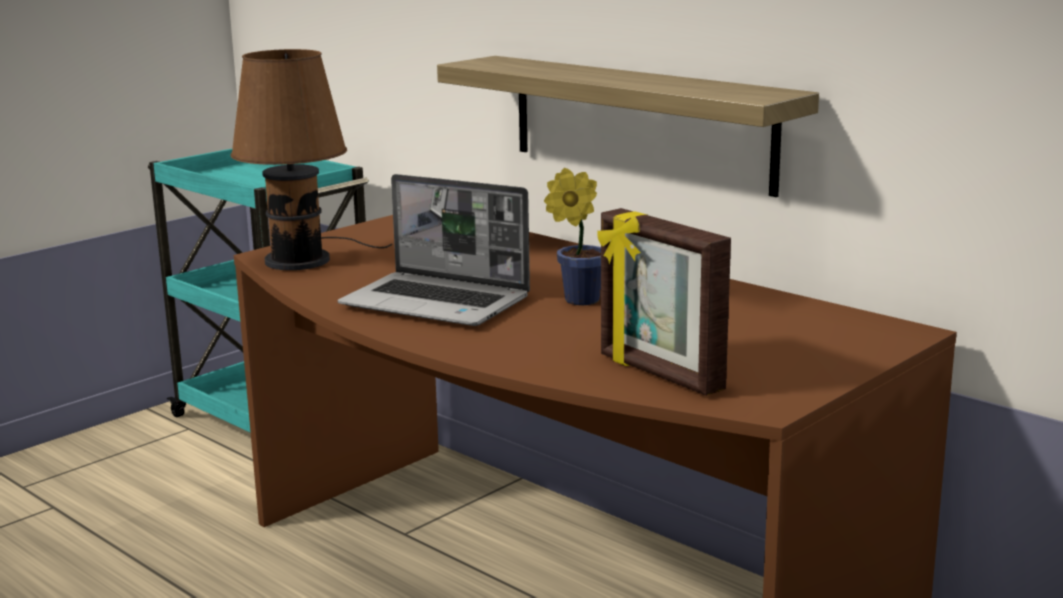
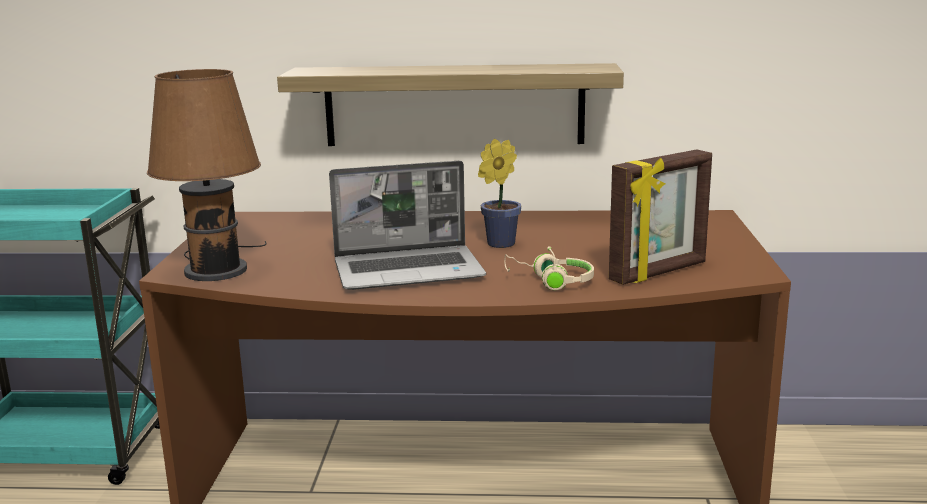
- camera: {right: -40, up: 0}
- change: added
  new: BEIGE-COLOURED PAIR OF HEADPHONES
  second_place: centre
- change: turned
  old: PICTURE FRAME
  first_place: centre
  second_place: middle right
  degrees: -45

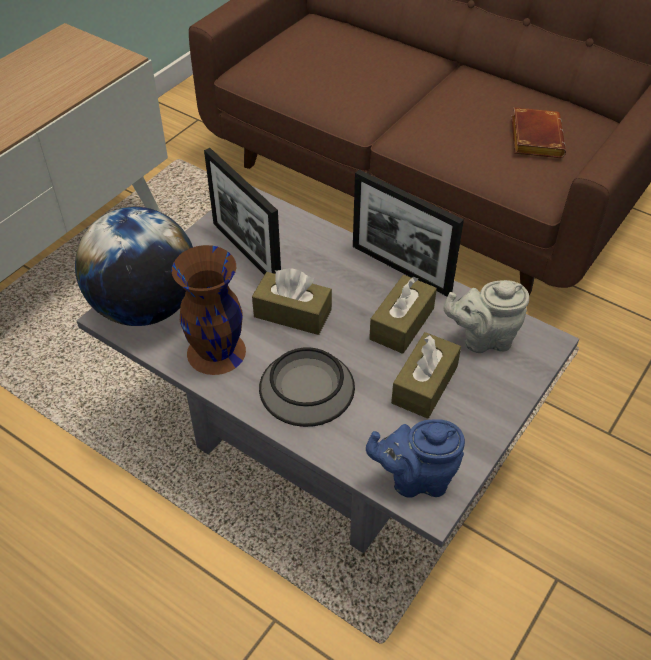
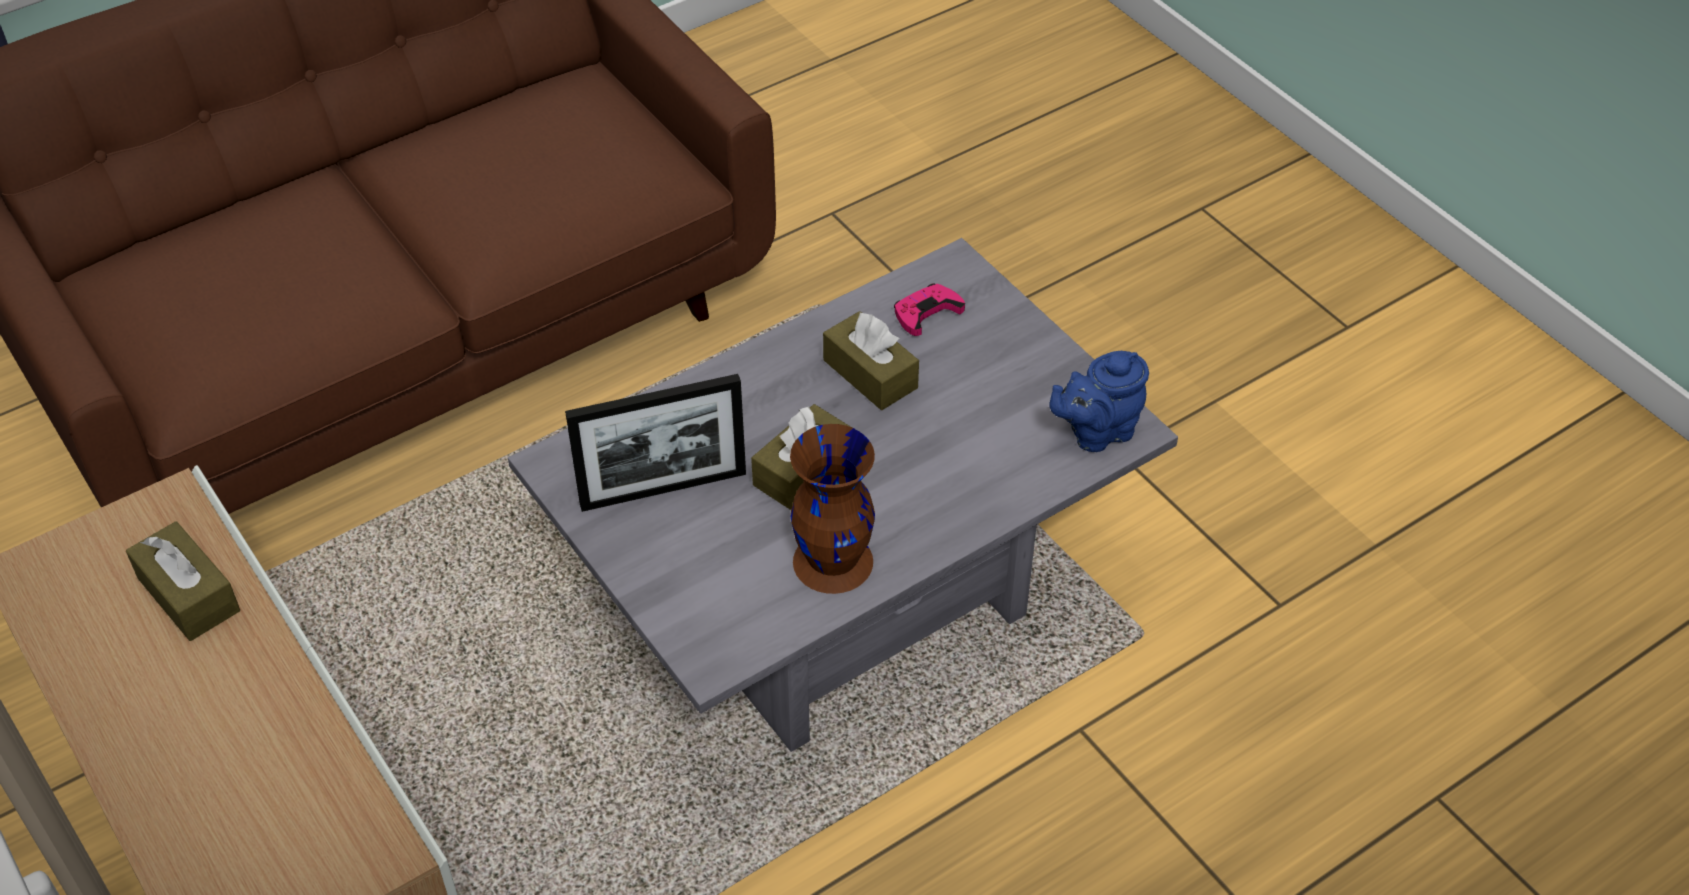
- camera: {right: -70, up: 0}
- change: moved
  old: BROWN BOX OF TISSUES (3rd from left in the first image)
  new: BROWN BOX OF TISSUES (1st from left)
  first_place: centre
  second_place: middle left
- change: replaced
  old: GREYISH TEA POT
  new: PINK JOYPAD
  first_place: middle right
  second_place: centre
- change: turned
  old: BLUE-COLOURED TEA POT
  first_place: bottom centre
  second_place: centre
  degrees: 45
- change: removed
  old: WORLD GLOBE
  first_place: middle left
- change: removed
  old: DEEP DISH
  first_place: centre
- change: removed
  old: PICTURE FRAME (2nd from left)
  first_place: centre
- change: removed
  old: BROWN BOUND BOOK
  first_place: top right

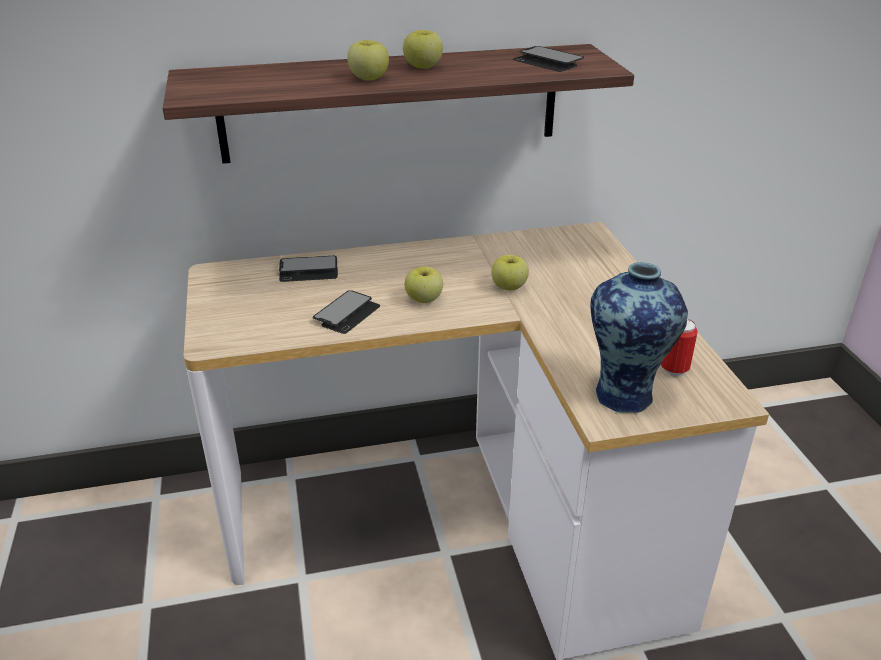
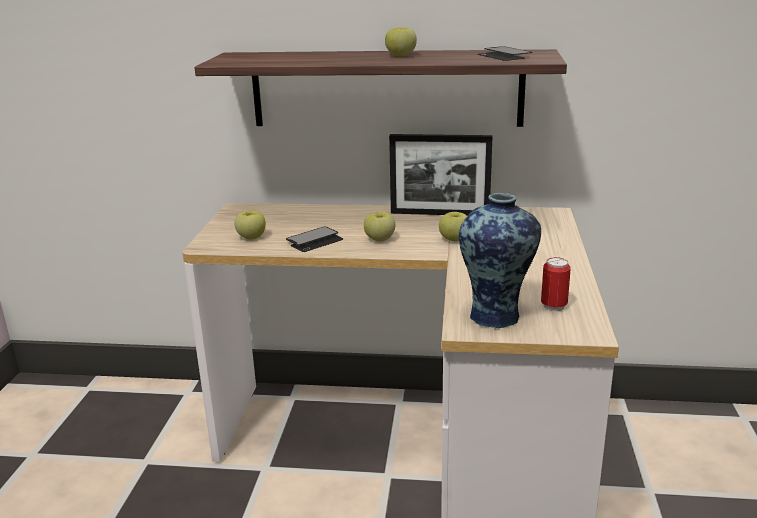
- camera: {right: 20, up: -10}
- change: moved
  old: WHOLE APPLE (1st from left)
  first_place: top centre
  second_place: middle left
- change: added
  new: PICTURE FRAME
  second_place: centre
- change: removed
  old: HANDSET (1st from left)
  first_place: centre

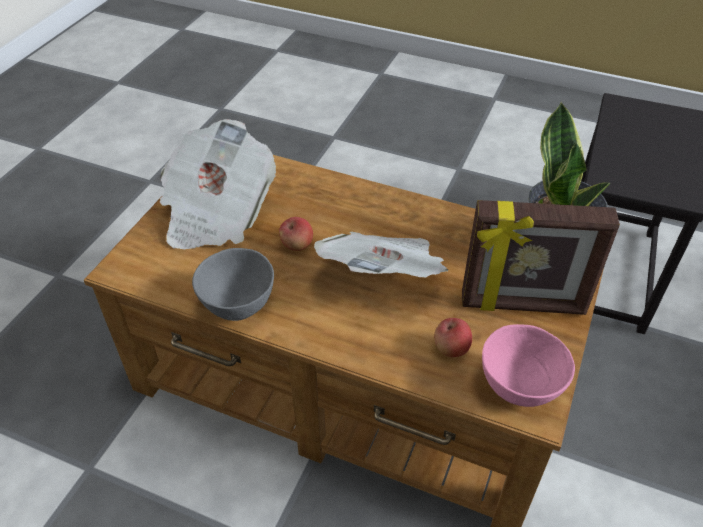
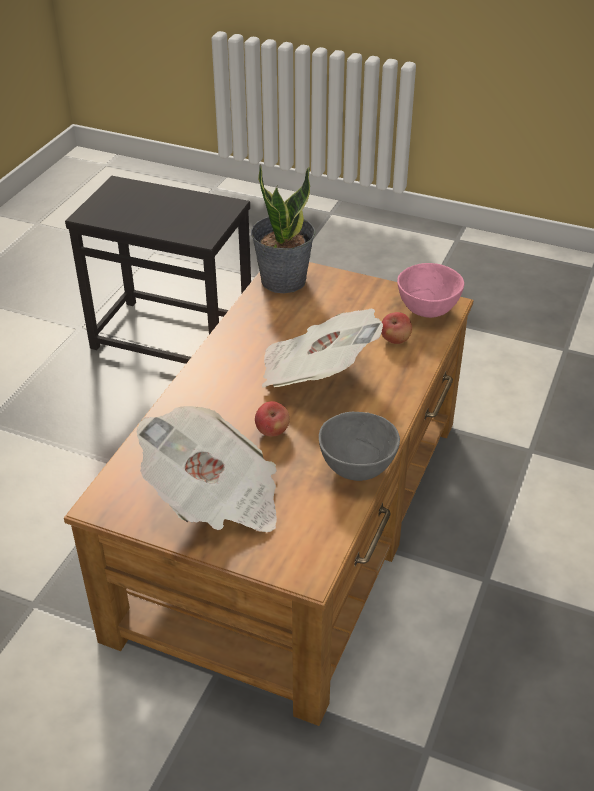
- camera: {right: -90, up: -5}
- change: removed
  old: PICTURE FRAME
  first_place: middle right

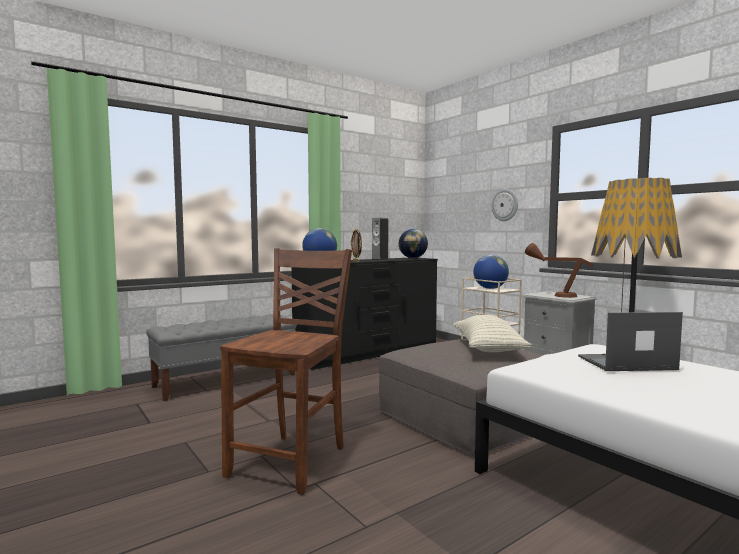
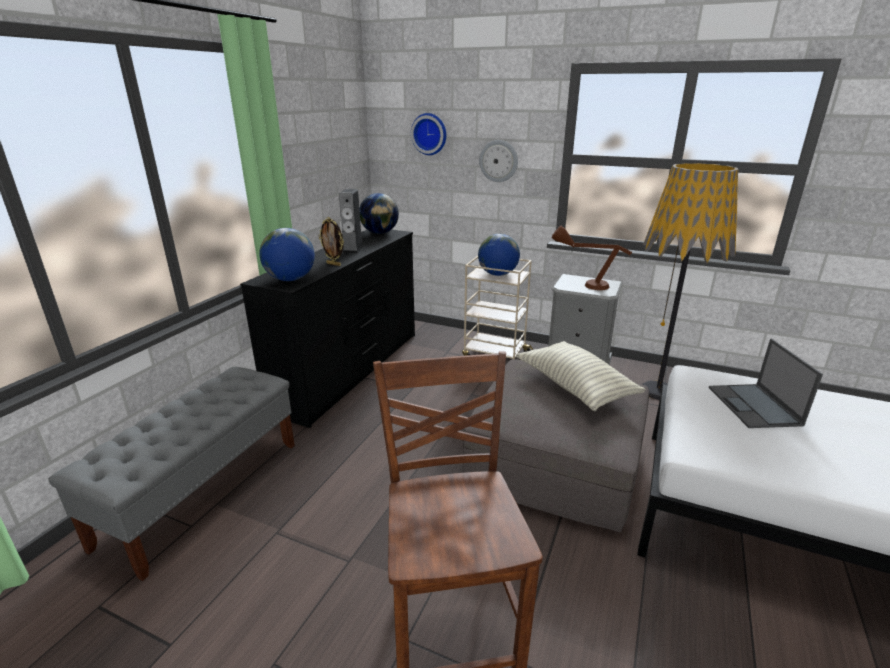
- camera: {right: -30, up: 20}
- change: added
  new: WALL CLOCK (1st from left)
  second_place: top centre
- change: turned
  old: NOTEBOOK COMPUTER
  first_place: middle right
  second_place: middle right
  degrees: -60

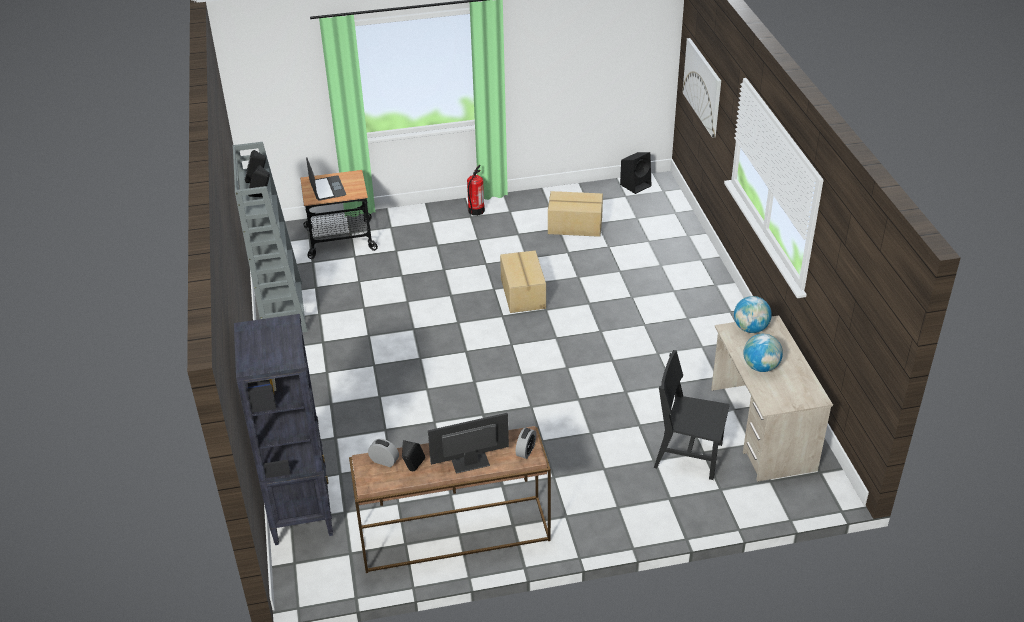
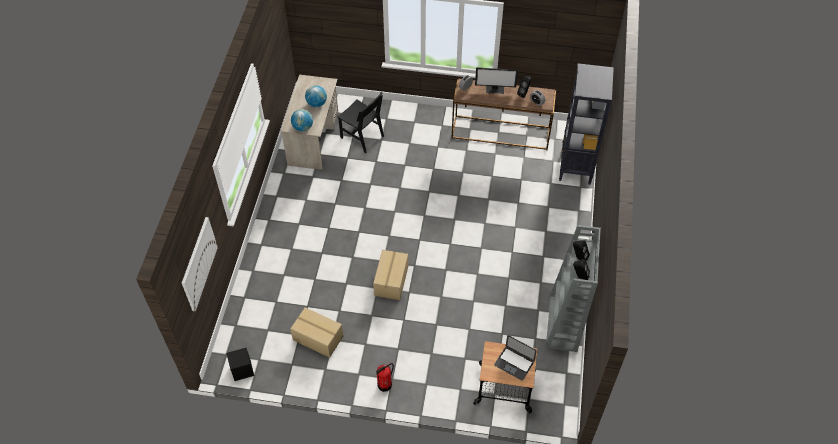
- camera: {right: -160, up: 15}
- change: turned
  old: NOTEBOOK COMPUTER
  first_place: top left
  second_place: bottom centre
  degrees: -60

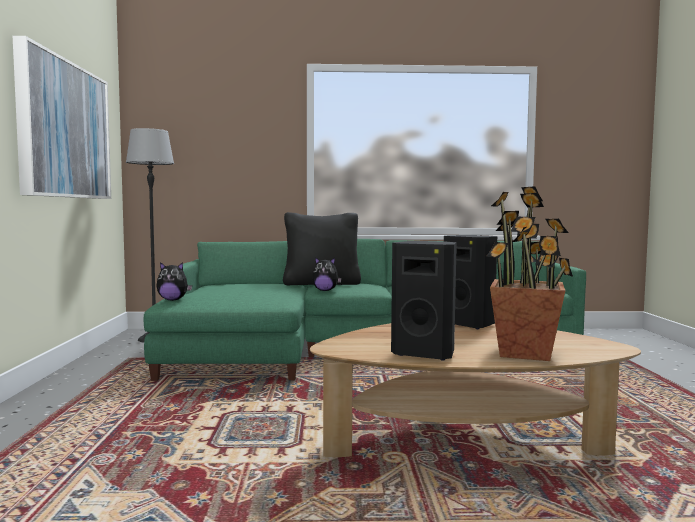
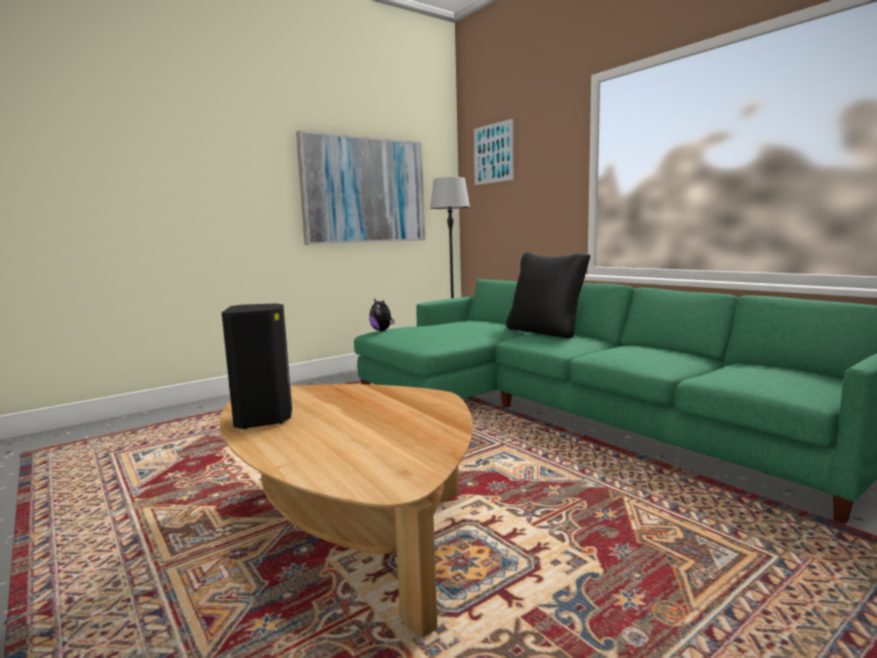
- camera: {right: 55, up: 5}
- change: added
  new: WALL PICTURE (2nd from left)
  second_place: top centre
- change: removed
  old: SOFT TOY (2nd from left)
  first_place: centre
- change: removed
  old: BLACK-COLOURED SPEAKER (2nd from left)
  first_place: middle right
- change: removed
  old: PLANT IN A POT
  first_place: middle right

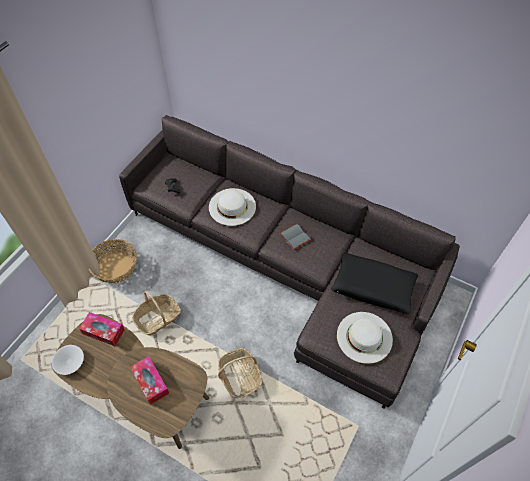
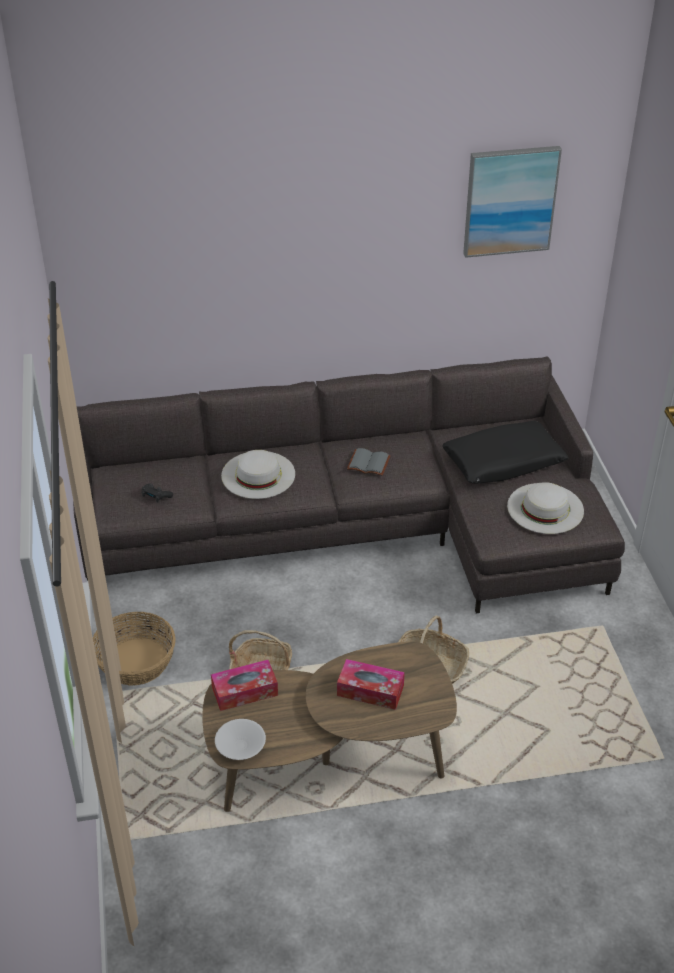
- camera: {right: -40, up: -15}
- change: added
  new: WALL PICTURE
  second_place: top right

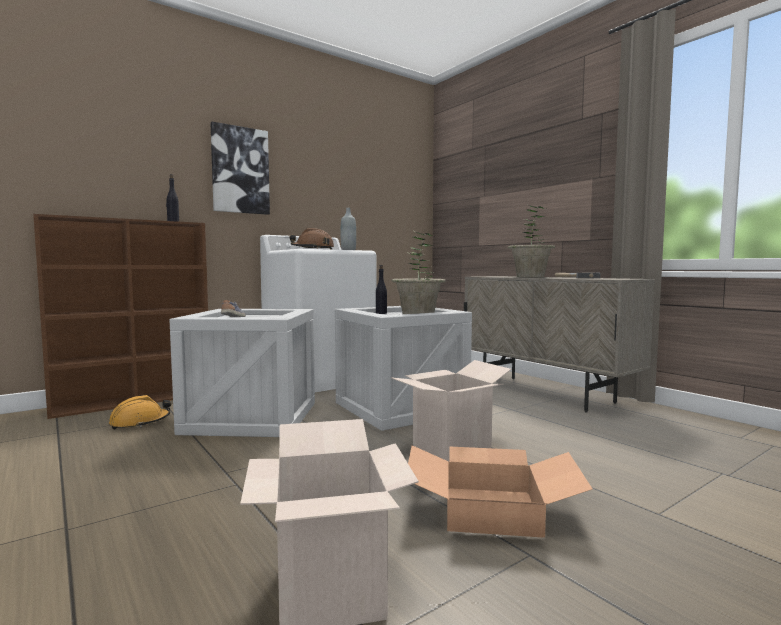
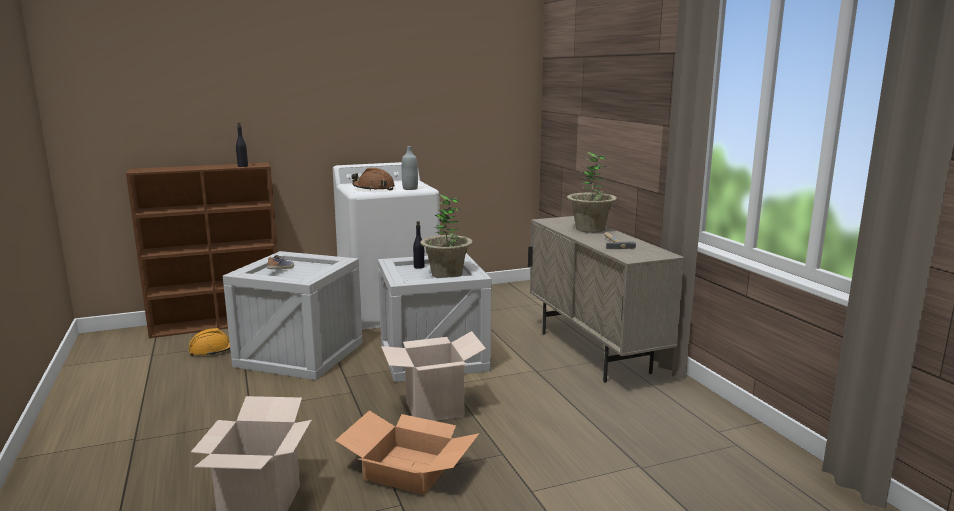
- camera: {right: 15, up: 10}
- change: removed
  old: WALL PICTURE
  first_place: top left

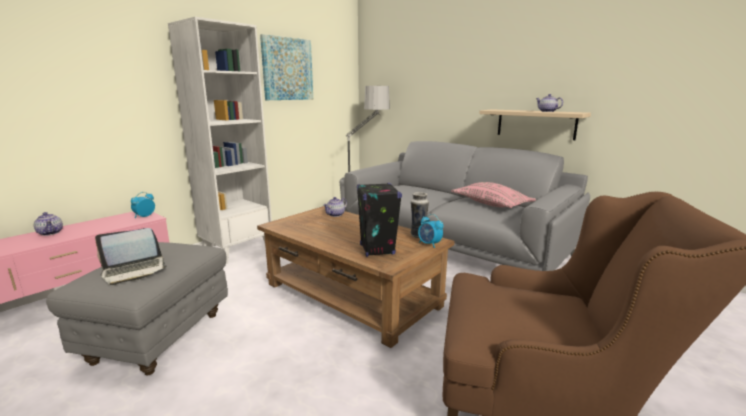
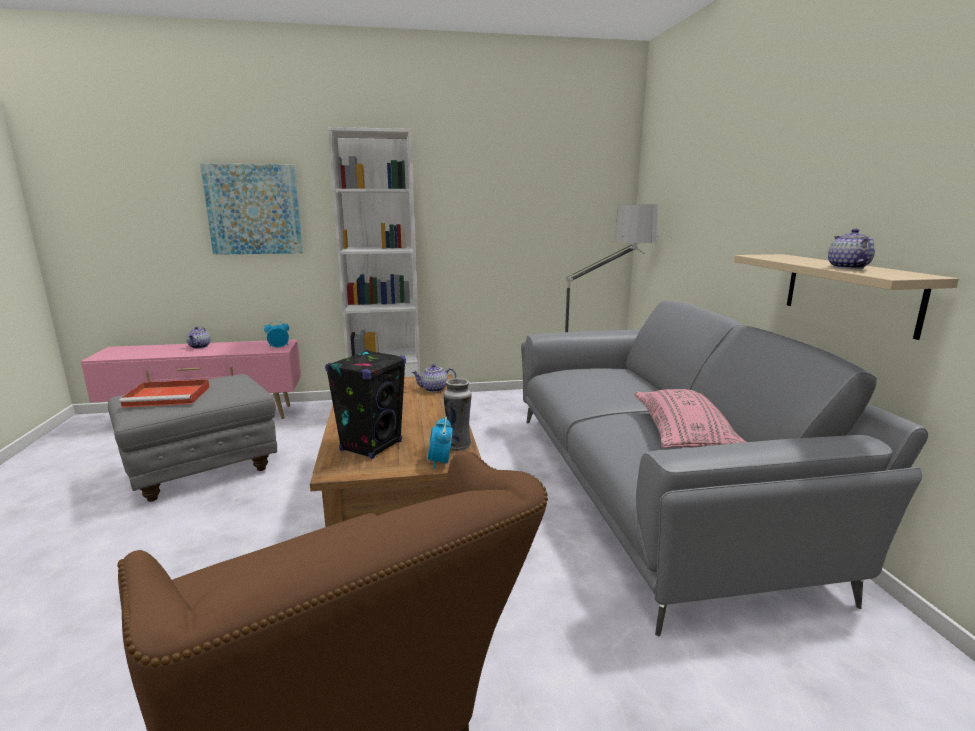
- camera: {right: 40, up: 0}
- change: replaced
  old: NOTEBOOK COMPUTER
  new: RED SERVING TRAY
  first_place: middle left
  second_place: middle left
- change: moved
  old: WALL PICTURE
  first_place: top centre
  second_place: top left

